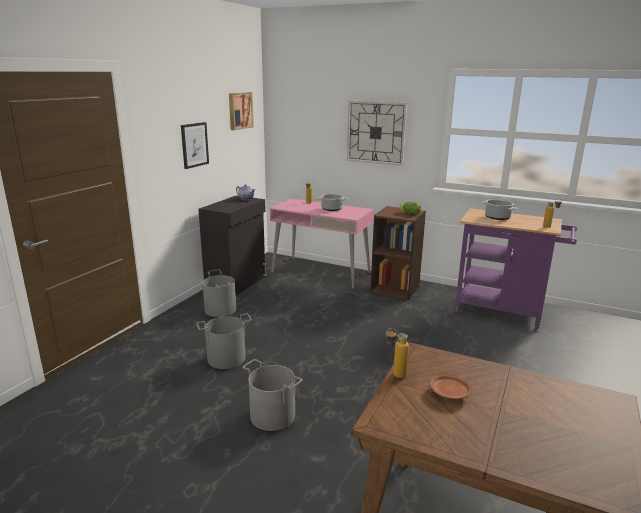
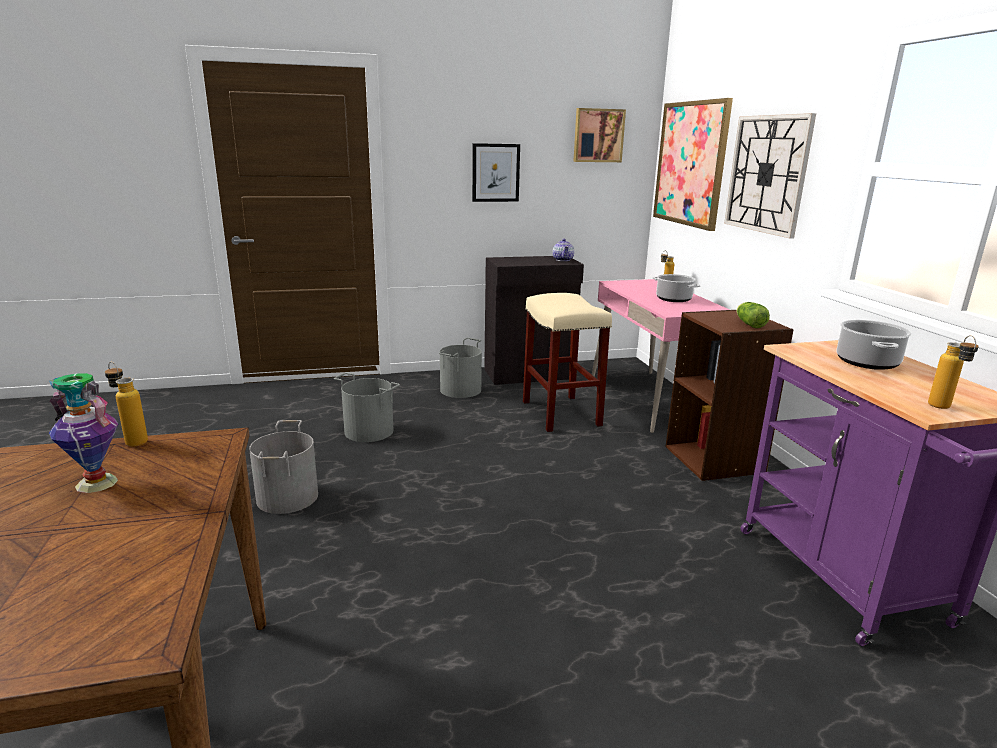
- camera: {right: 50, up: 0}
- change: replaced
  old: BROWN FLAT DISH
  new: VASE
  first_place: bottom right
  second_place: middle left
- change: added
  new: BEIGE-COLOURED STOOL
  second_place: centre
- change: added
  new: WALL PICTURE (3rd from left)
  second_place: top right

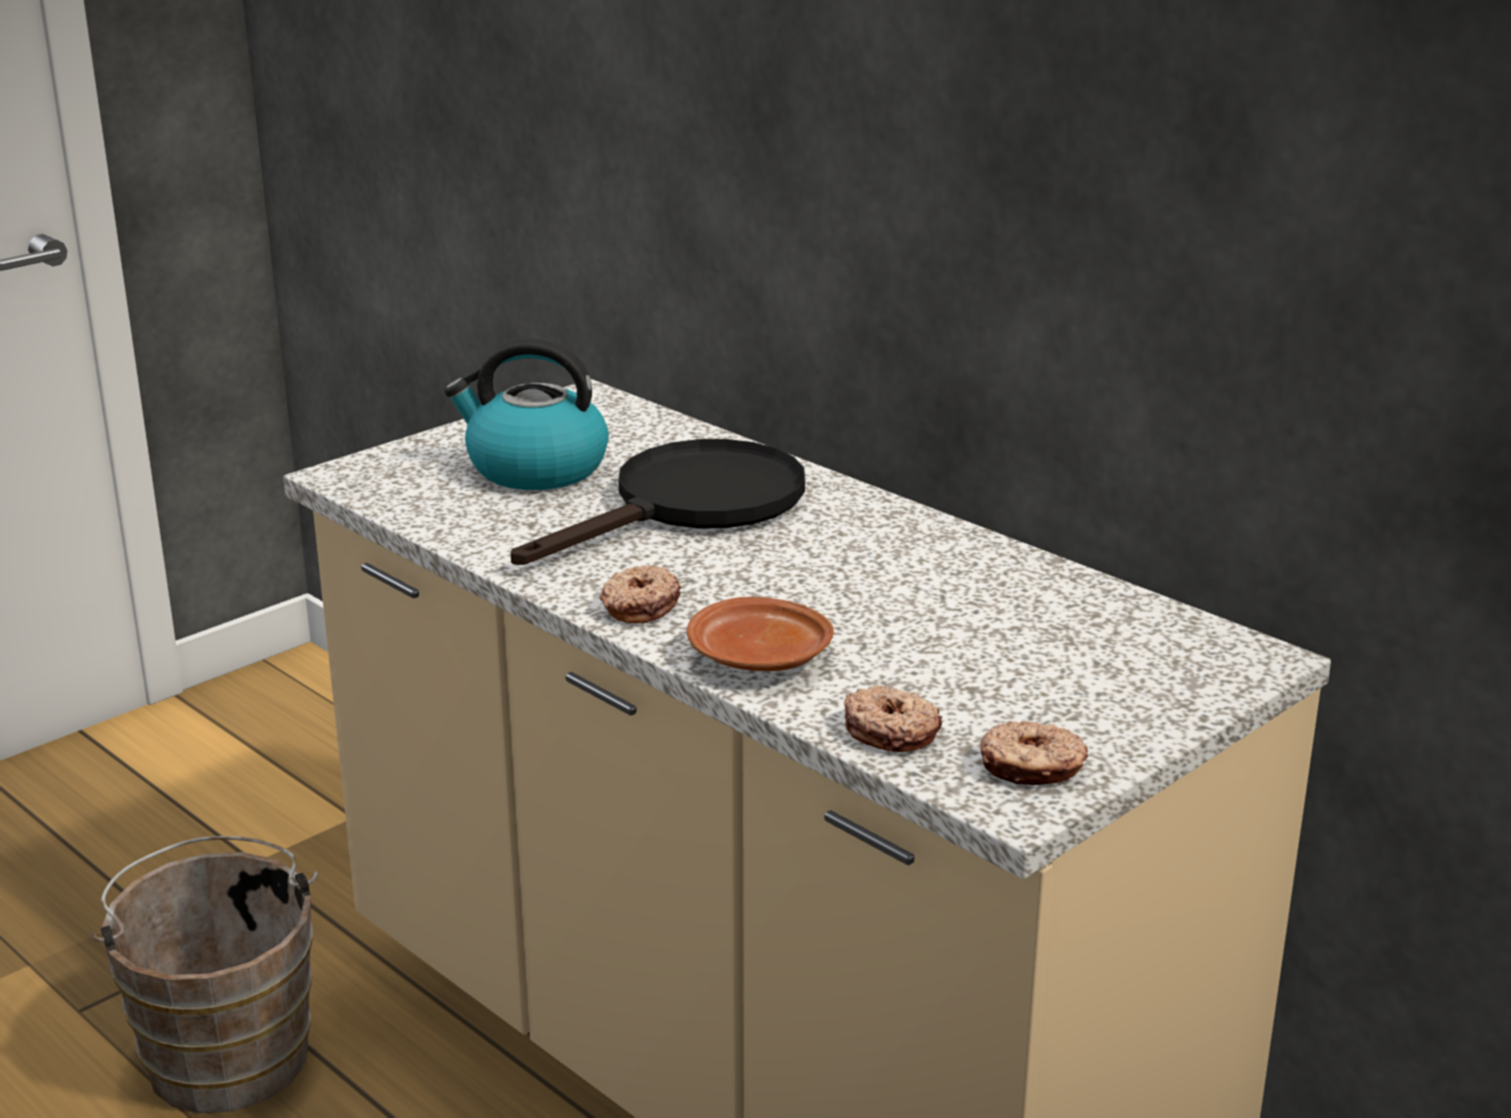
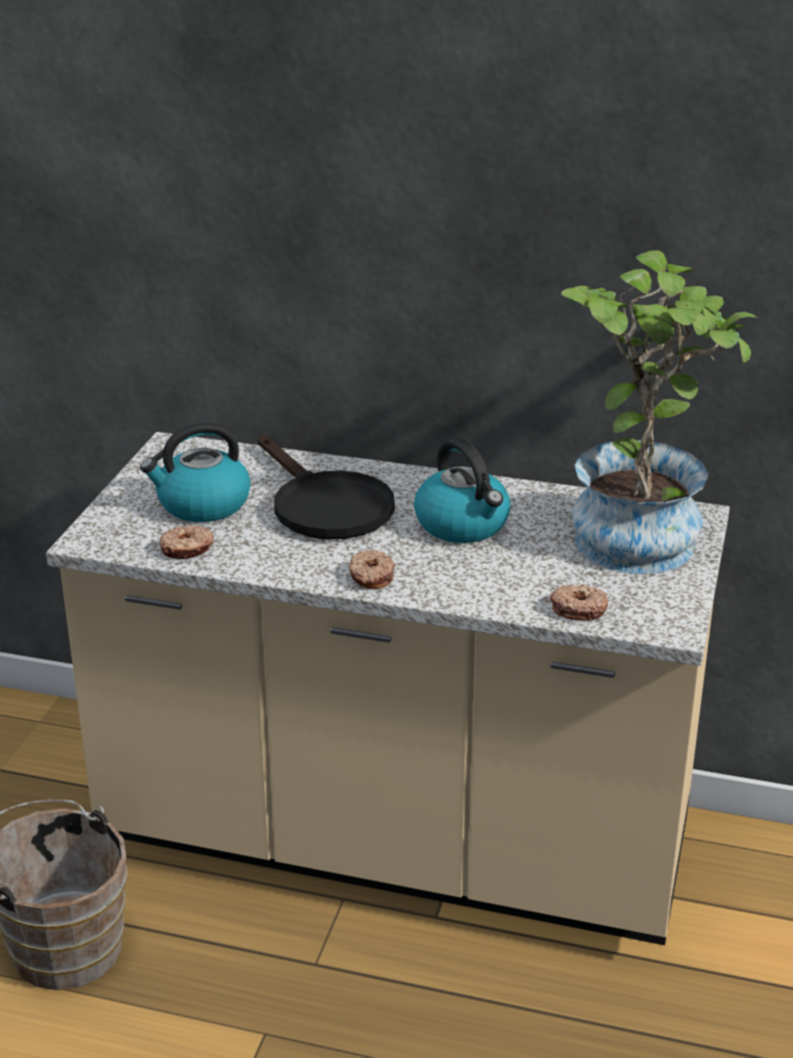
- camera: {right: -30, up: 5}
- change: moved
  old: RING DOUGHNUT (3rd from left in the first image)
  new: RING DOUGHNUT (1st from left)
  first_place: bottom right
  second_place: middle left
- change: turned
  old: BLACK-COLOURED FRYING PAN
  first_place: centre
  second_place: centre
  degrees: 135
- change: added
  new: KETTLE (2nd from left)
  second_place: centre
- change: added
  new: PLANT IN A POT
  second_place: middle right
- change: removed
  old: BROWN FLAT DISH
  first_place: centre

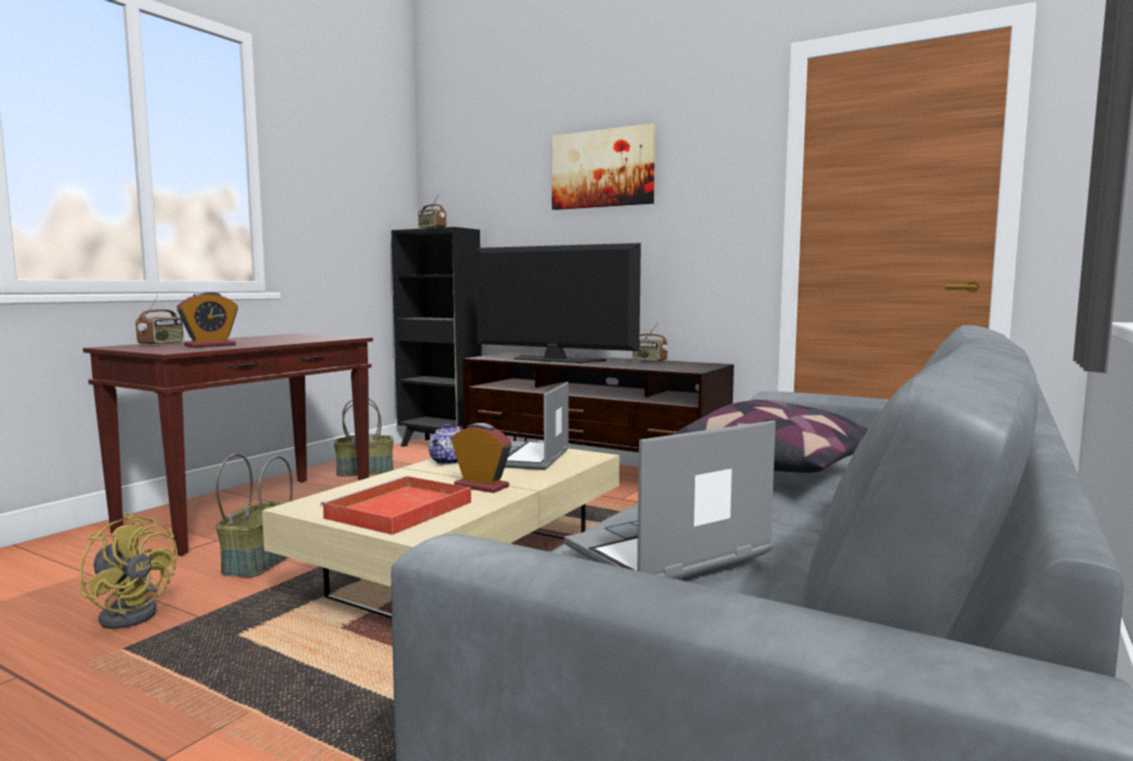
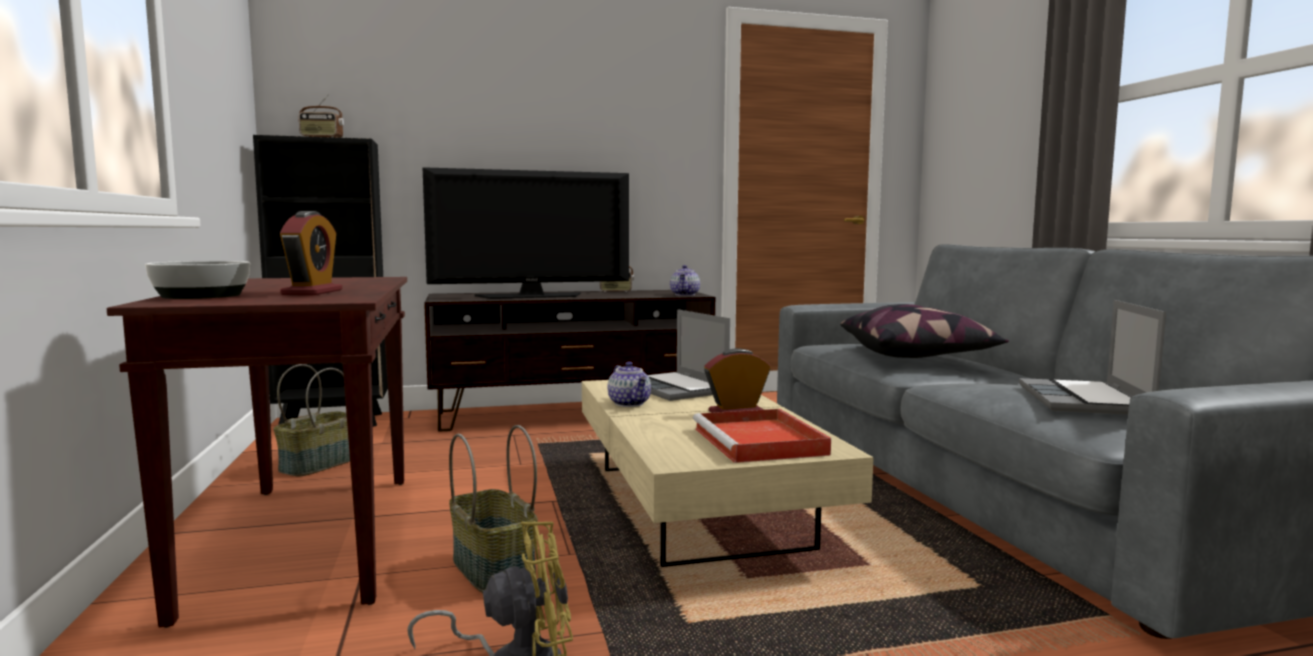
- camera: {right: -45, up: 0}
- change: replaced
  old: RADIO (1st from left)
  new: DEEP DISH
  first_place: middle left
  second_place: middle left
- change: added
  new: TEA POT (2nd from left)
  second_place: centre
- change: removed
  old: WALL PICTURE
  first_place: top centre

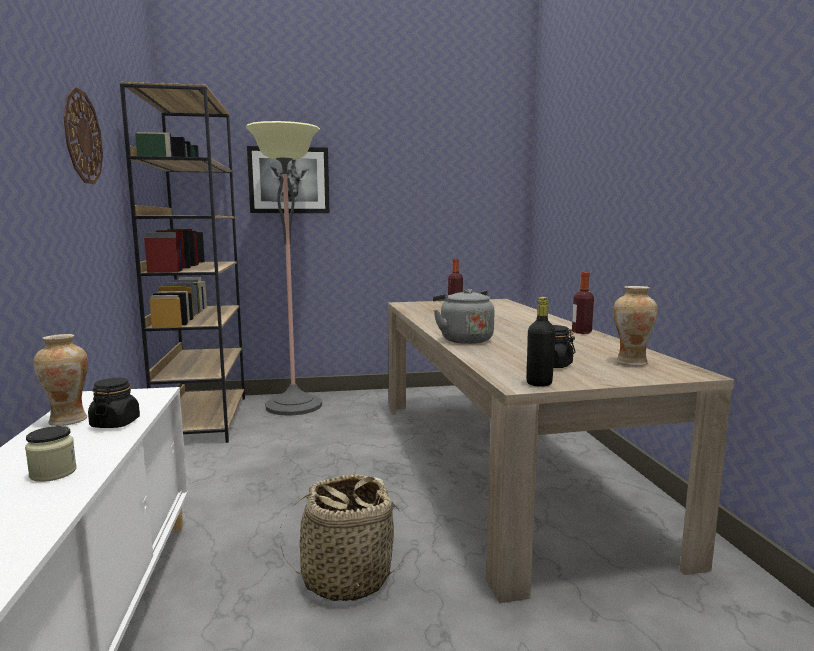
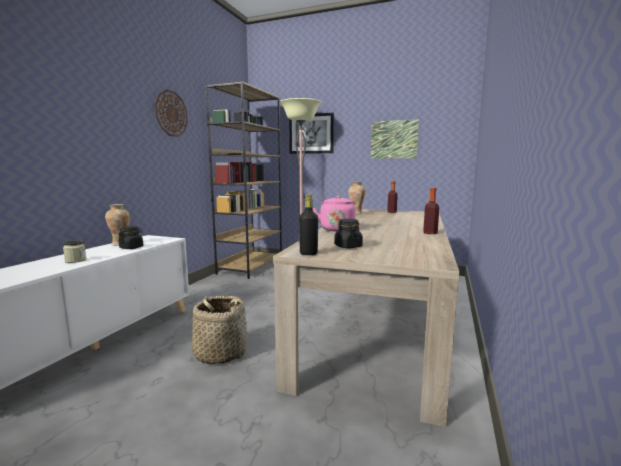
- camera: {right: 30, up: 0}
- change: recoloured
  old: GREYISH KETTLE
  new: PINK KETTLE
  first_place: centre
  second_place: centre
- change: moved
  old: VASE (2nd from left)
  first_place: middle right
  second_place: centre
- change: added
  new: WALL PICTURE (2nd from left)
  second_place: top centre

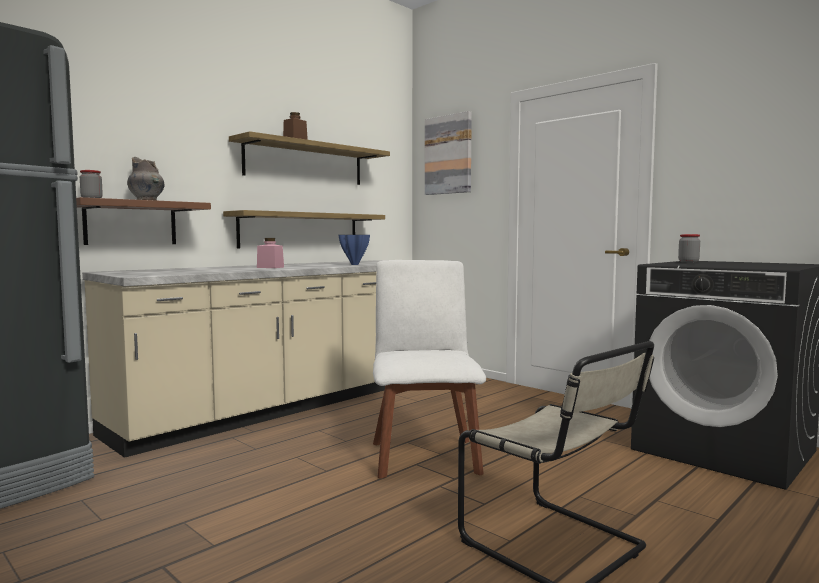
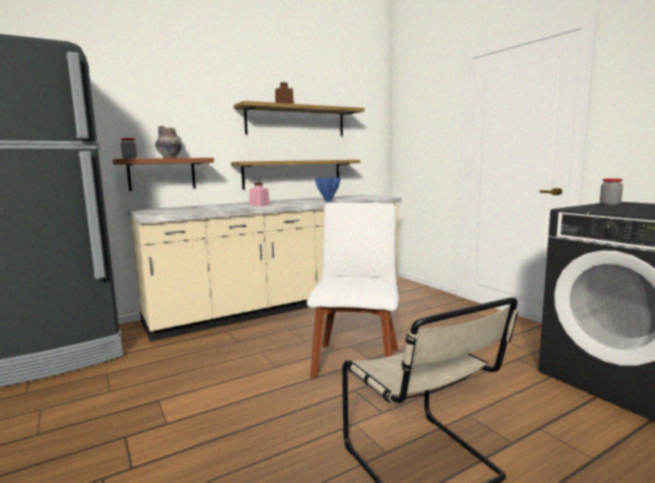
- camera: {right: 15, up: 5}
- change: removed
  old: WALL PICTURE
  first_place: top centre

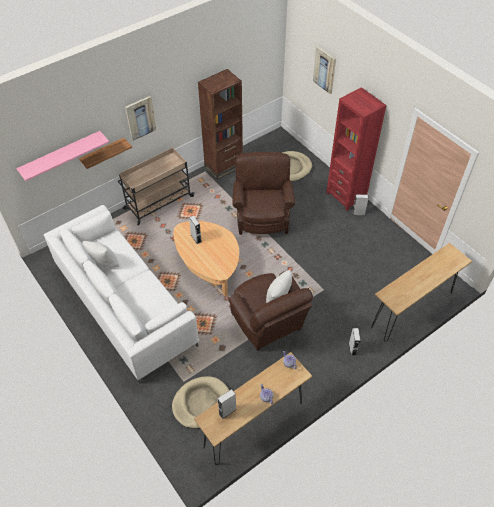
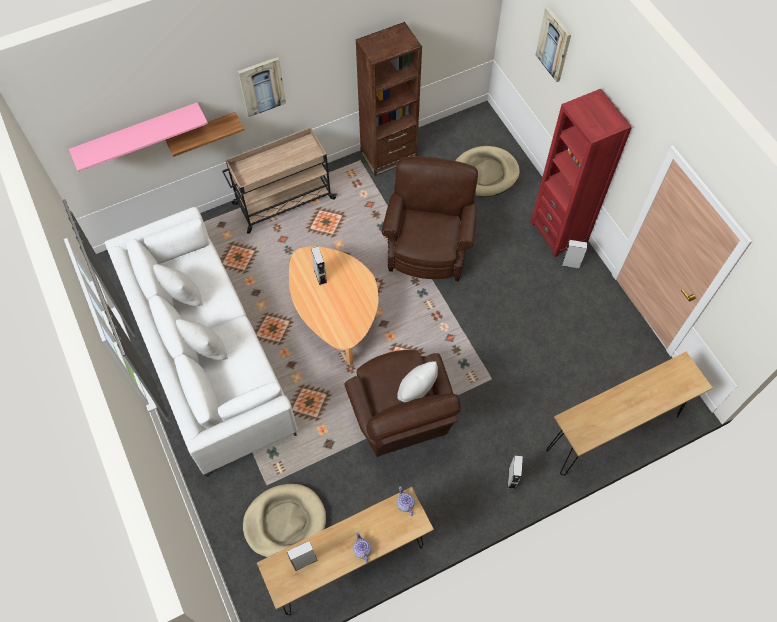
- camera: {right: 10, up: 10}
- change: added
  new: WHITISH PILLOW (2nd from left)
  second_place: middle left

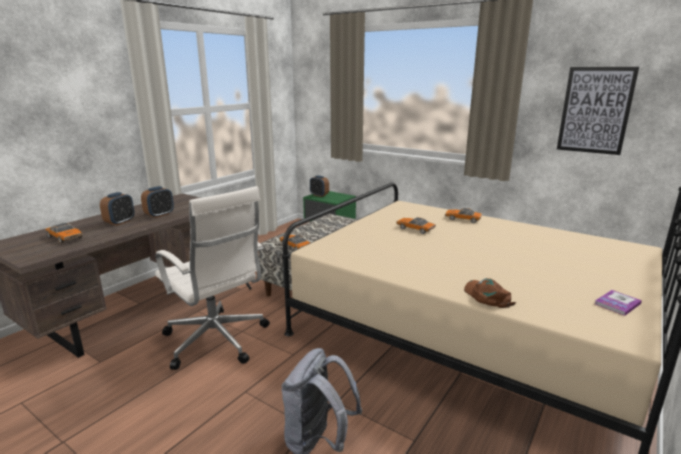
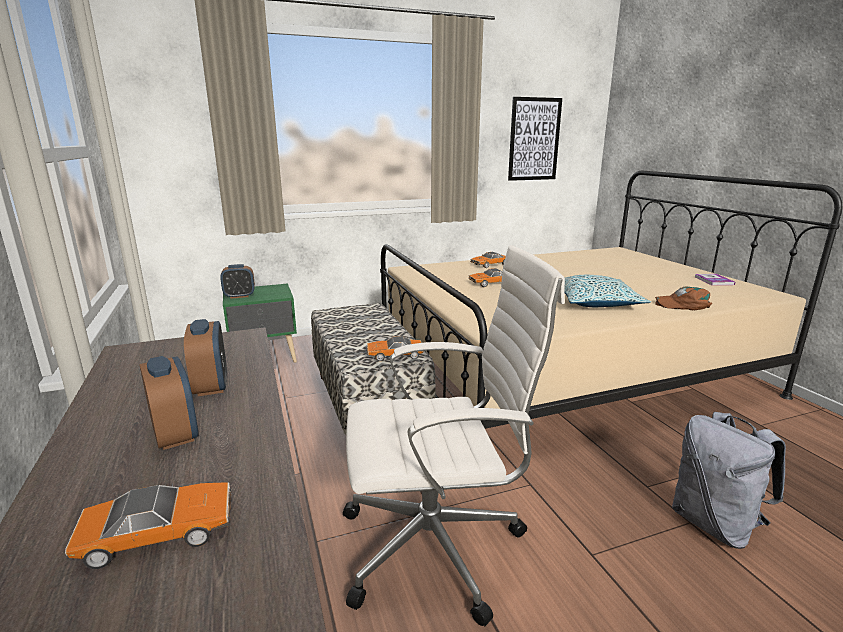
- camera: {right: -55, up: 0}
- change: added
  new: PILLOW
  second_place: middle right

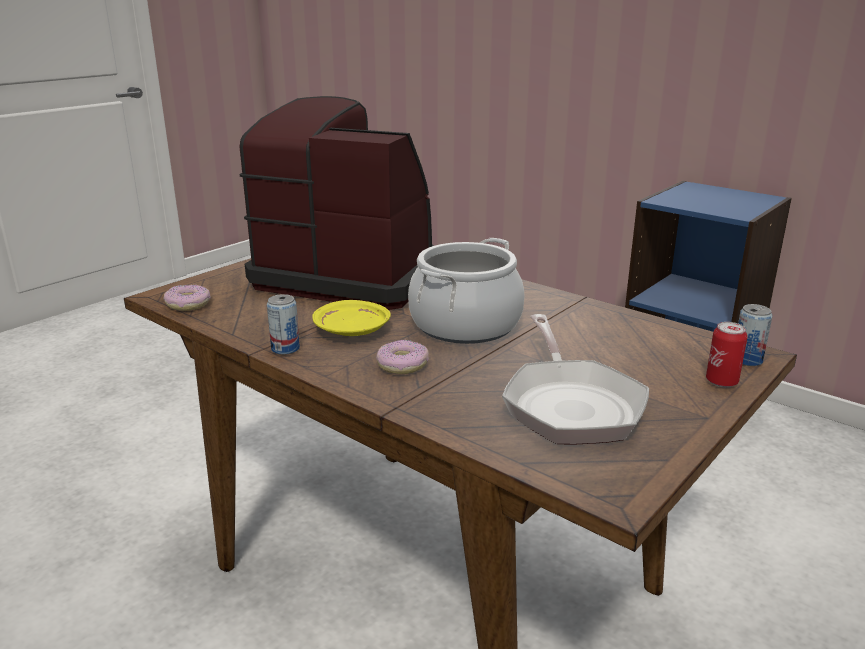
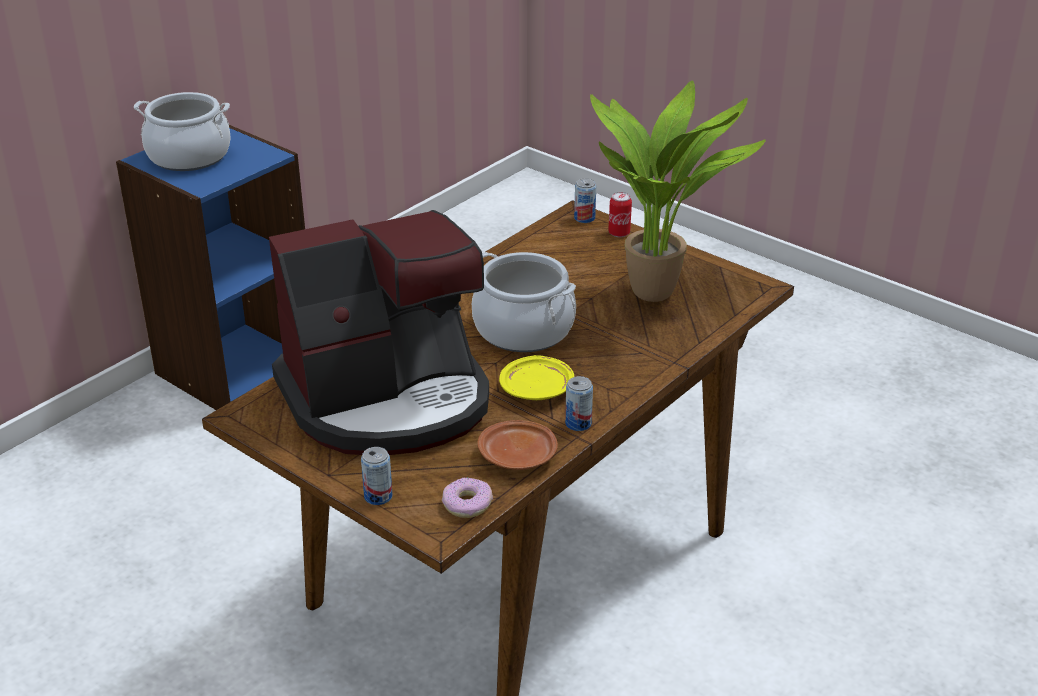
- camera: {right: -90, up: 10}
- change: added
  new: COOKING POT (1st from left)
  second_place: top left
- change: turned
  old: COFFEE MAKER
  first_place: top centre
  second_place: centre
  degrees: -135
- change: added
  new: METAL CAN (1st from left)
  second_place: bottom centre
- change: added
  new: BROWN FLAT DISH
  second_place: centre
- change: replaced
  old: FRYING PAN
  new: PLANT IN A POT
  first_place: centre
  second_place: top centre
- change: removed
  old: RING DOUGHNUT (2nd from left)
  first_place: centre

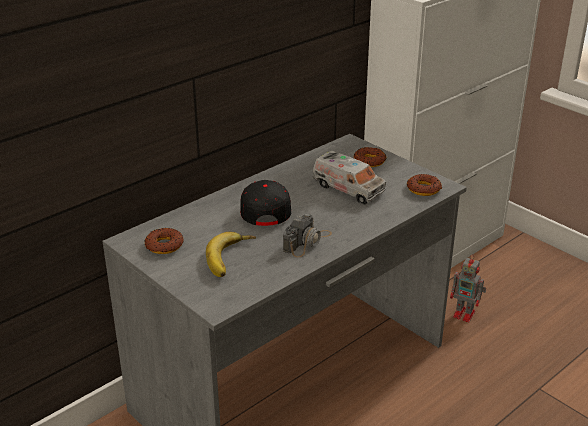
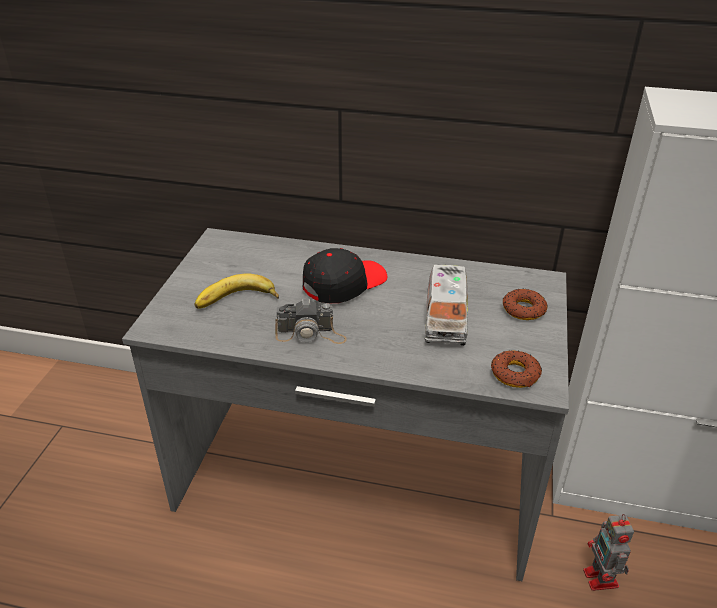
- camera: {right: 55, up: 5}
- change: removed
  old: RING DOUGHNUT (1st from left)
  first_place: middle left

